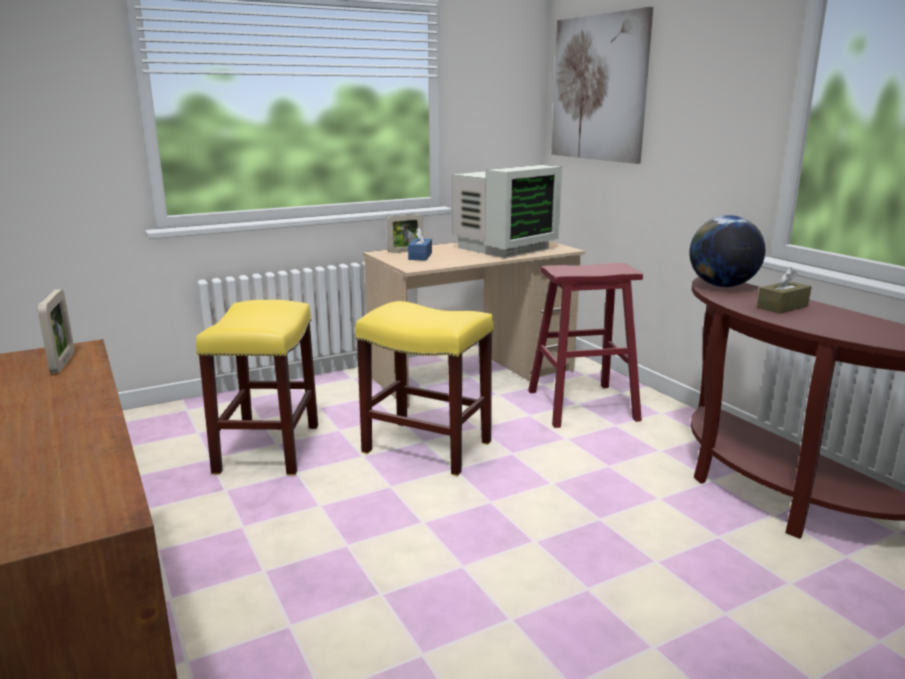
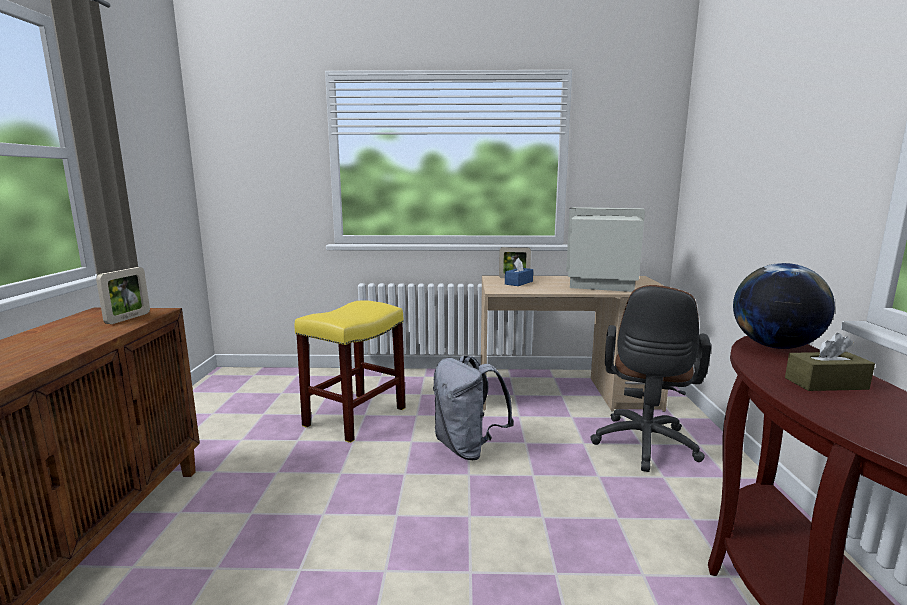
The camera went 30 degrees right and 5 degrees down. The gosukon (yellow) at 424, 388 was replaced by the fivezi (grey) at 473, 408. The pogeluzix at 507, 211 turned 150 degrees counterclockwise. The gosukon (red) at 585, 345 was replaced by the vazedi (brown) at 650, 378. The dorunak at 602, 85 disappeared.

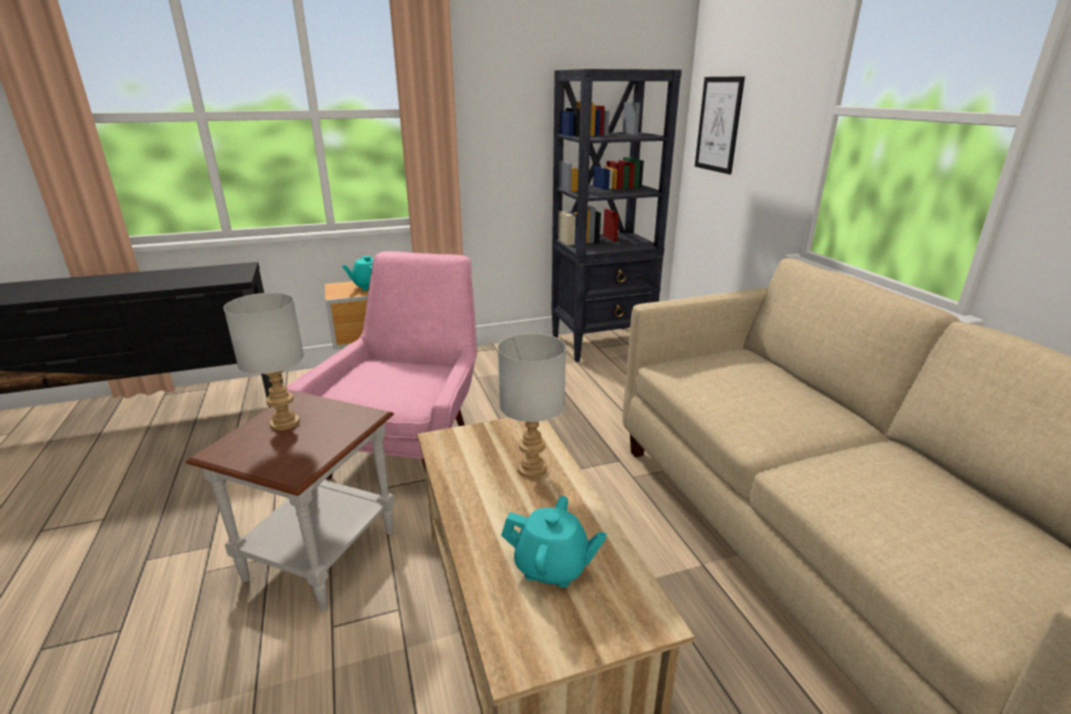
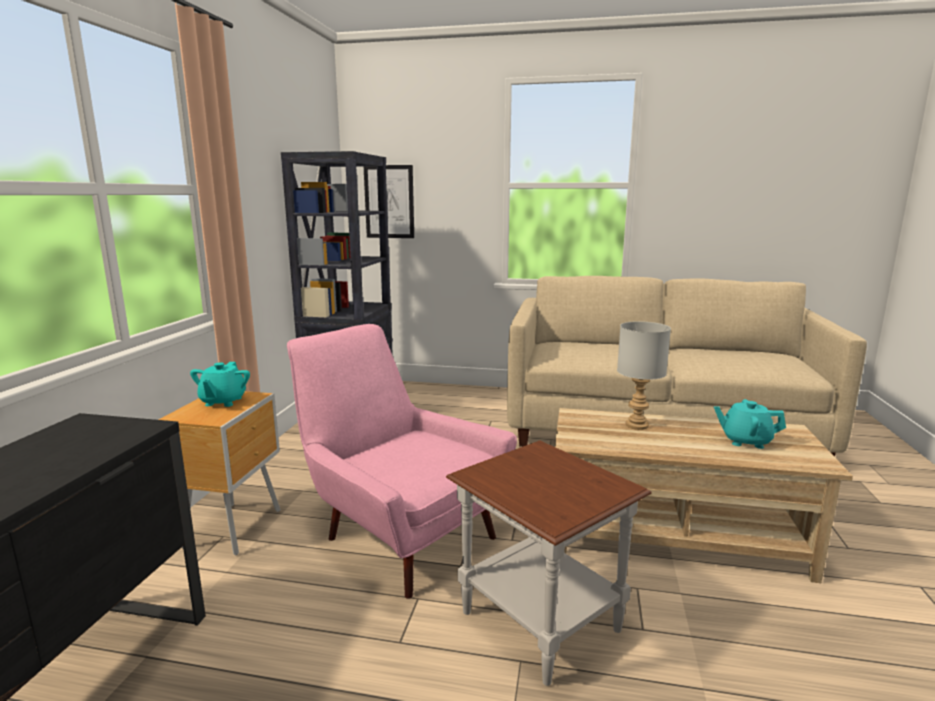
The camera went 60 degrees left and 10 degrees down. The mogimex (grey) at 264, 362 disappeared. The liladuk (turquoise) at 554, 542 turned 120 degrees counterclockwise.

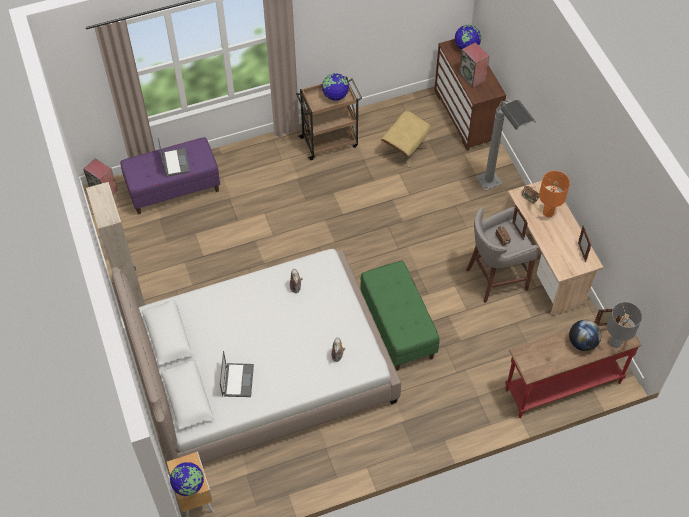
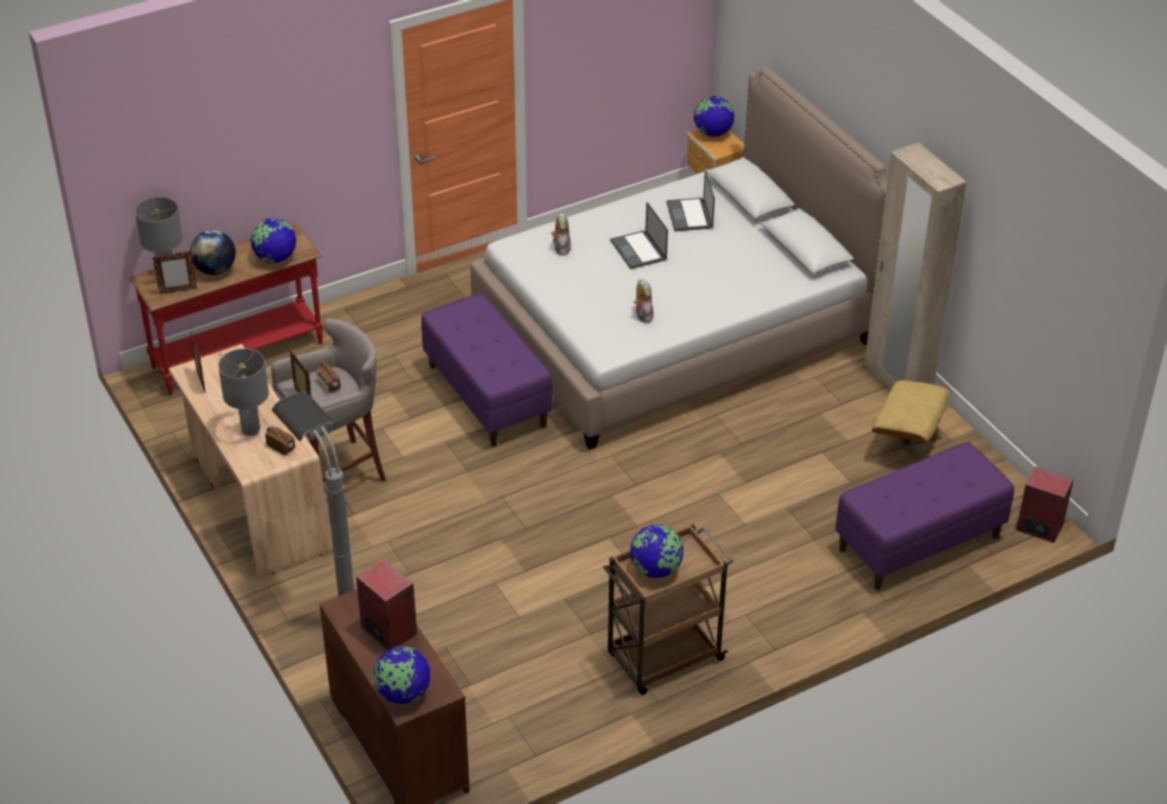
The camera went 170 degrees right and 15 degrees down. The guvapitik moved from 174, 157 to 639, 235. The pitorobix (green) at 400, 316 became the pitorobix (purple) at 487, 370. The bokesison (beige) moved from 406, 139 to 909, 421. The mogimex (orange) at 554, 194 became the mogimex (grey) at 243, 392. The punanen at 273, 240 appeared.

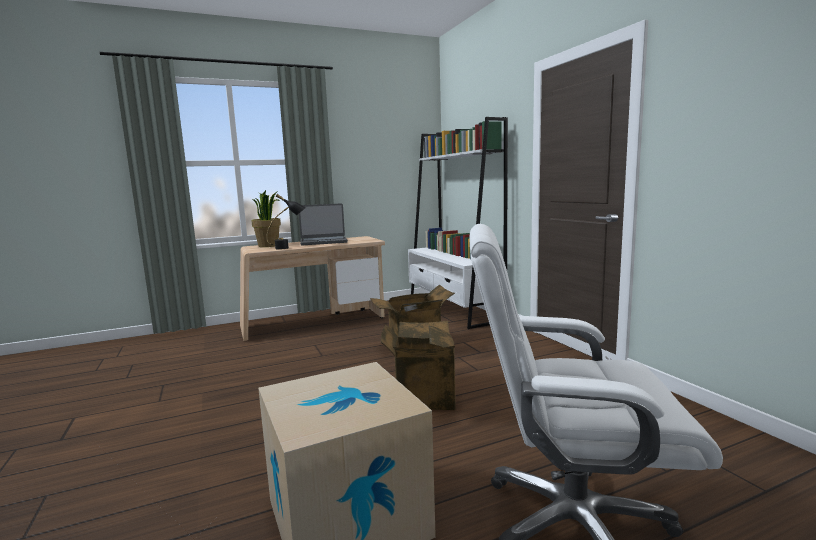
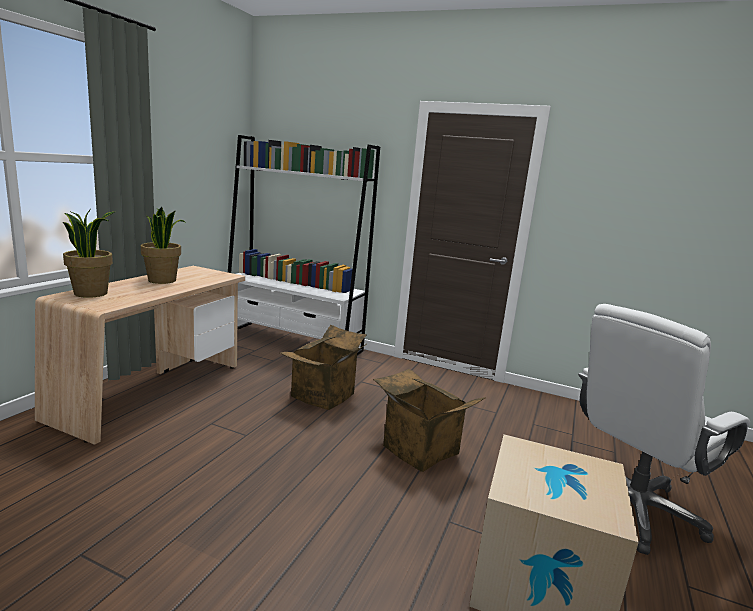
The camera went 45 degrees left and 5 degrees up. The mogimex (black) at 286, 222 disappeared. The guvapitik at 323, 224 was replaced by the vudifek at 163, 245.

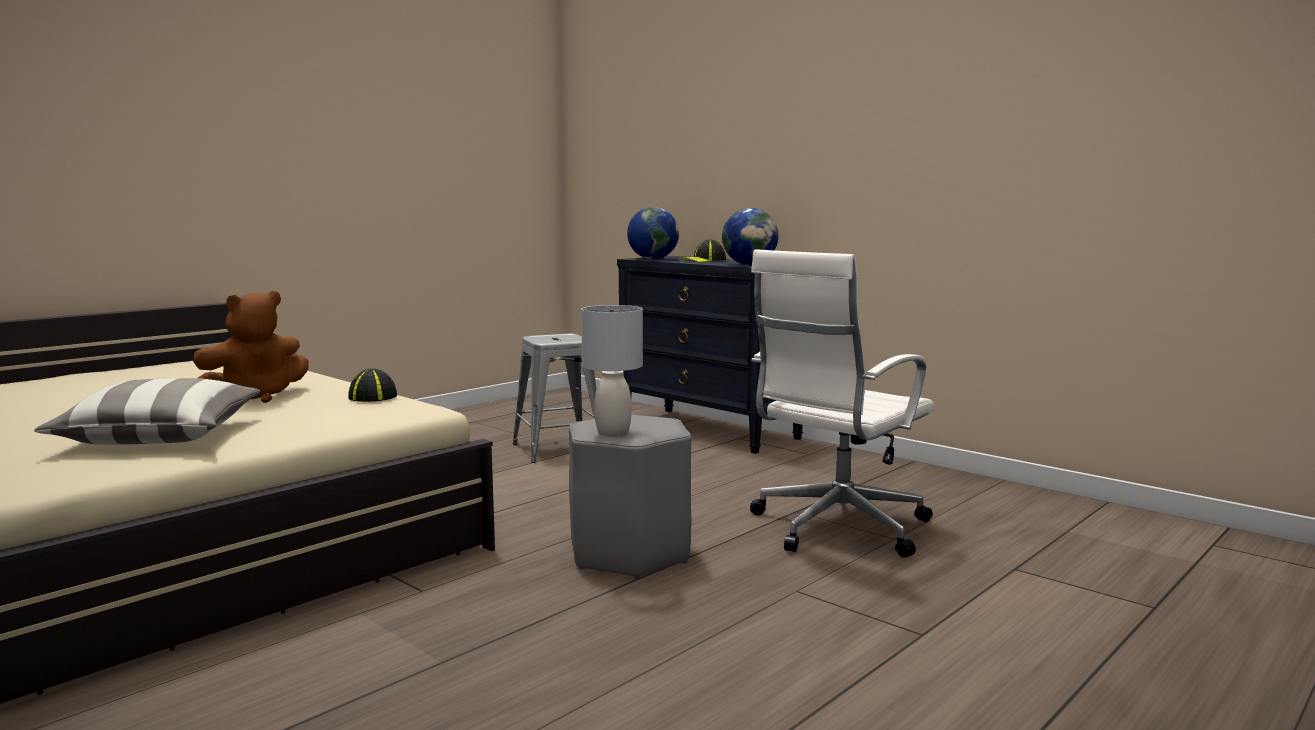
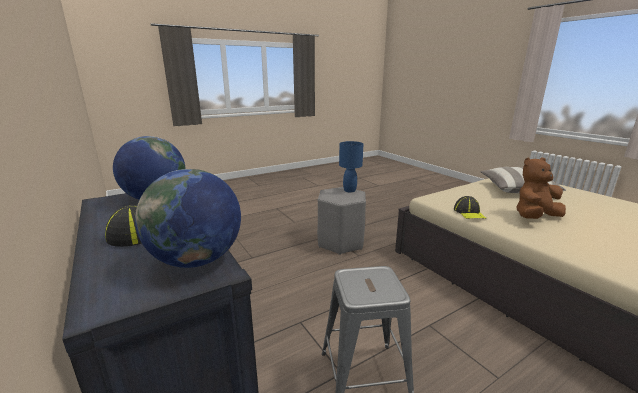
The camera went 165 degrees left and 10 degrees up. The mogimex (grey) at 612, 371 became the mogimex (blue) at 351, 166. The vazedi (white) at 842, 403 disappeared.

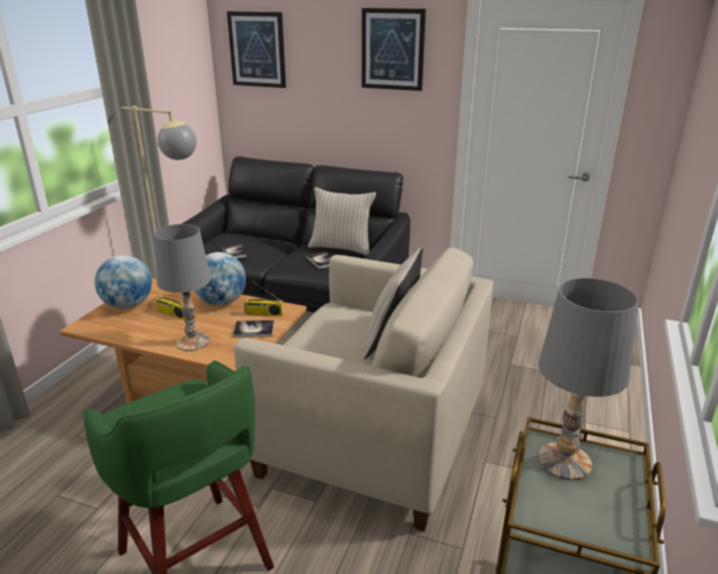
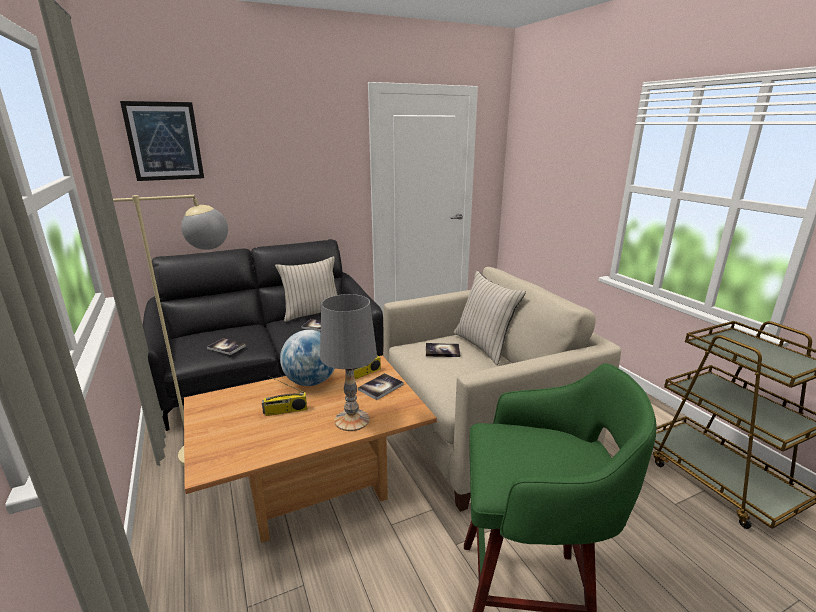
The camera went 45 degrees left and 5 degrees down. The punanen at 123, 282 disappeared. The dorunak at 394, 49 disappeared. The mogimex (grey) at 588, 379 disappeared. The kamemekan at 443, 350 appeared.

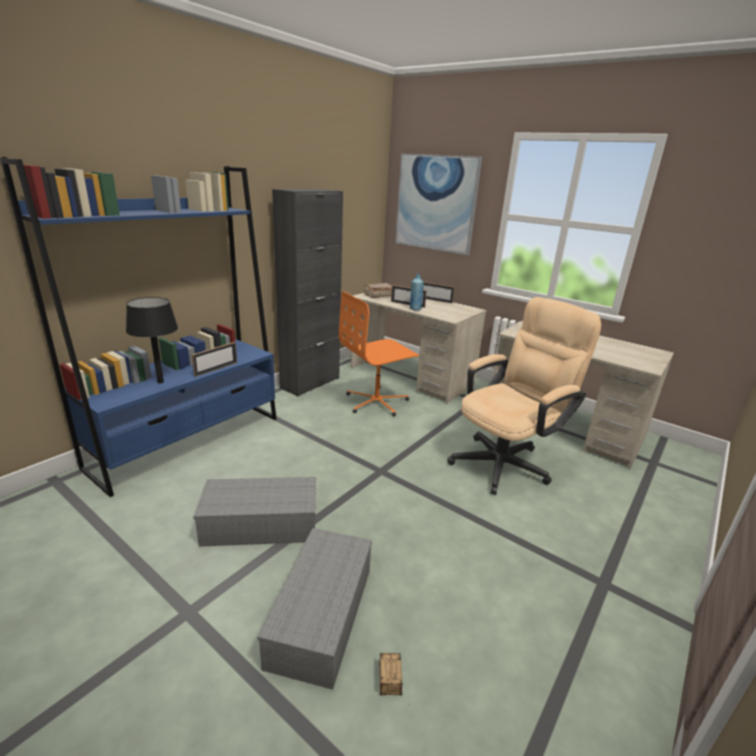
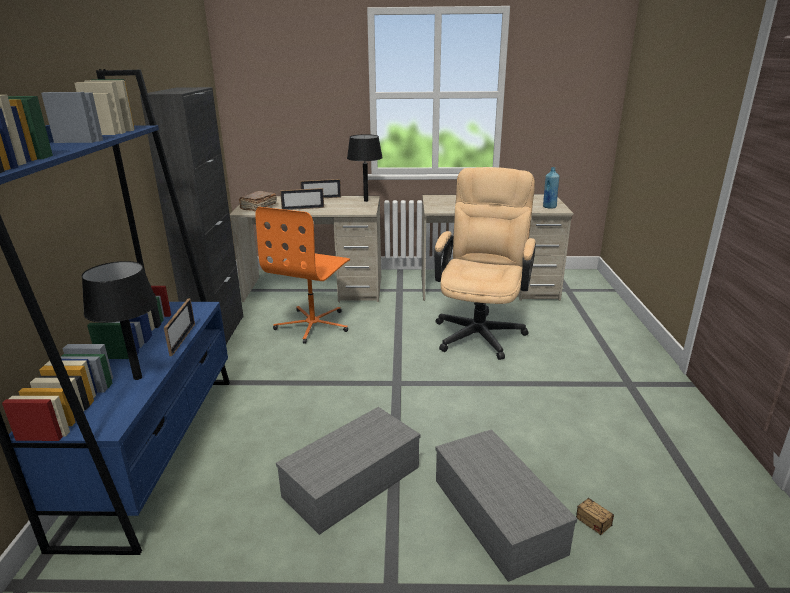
The camera went 35 degrees left and 0 degrees up. The dorunak at 438, 204 disappeared. The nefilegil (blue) moved from 417, 292 to 551, 188. The mogimex (black) at 365, 168 appeared.

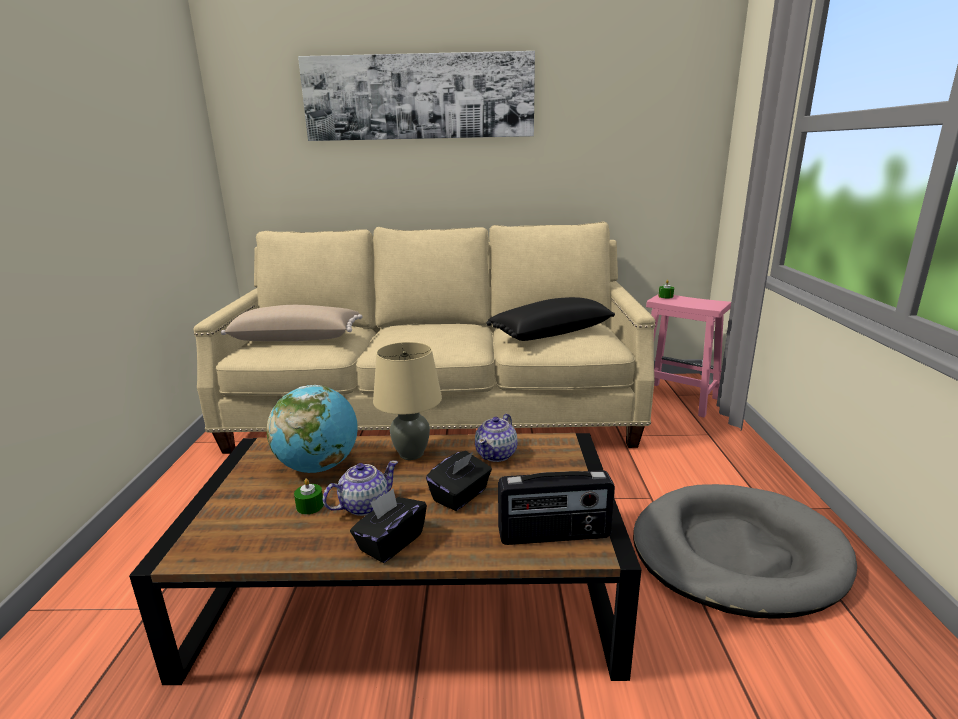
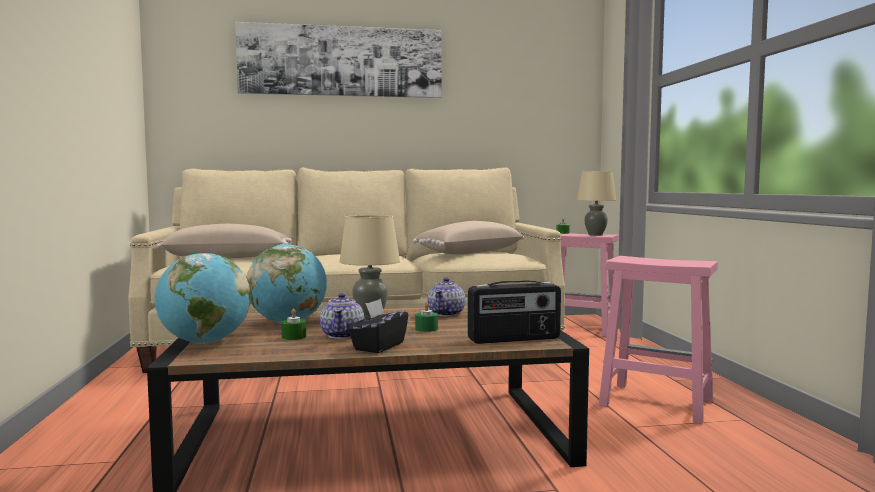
The camera went 10 degrees left and 15 degrees down. The liladuk at 360, 488 turned 135 degrees clockwise. The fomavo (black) at 459, 481 was replaced by the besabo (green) at 426, 317. The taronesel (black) at 550, 319 became the taronesel (beige) at 468, 237. The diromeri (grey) at 745, 551 was replaced by the gosukon (pink) at 658, 340. The punanen at 203, 298 appeared. The mogimex (beige) at 596, 203 appeared.

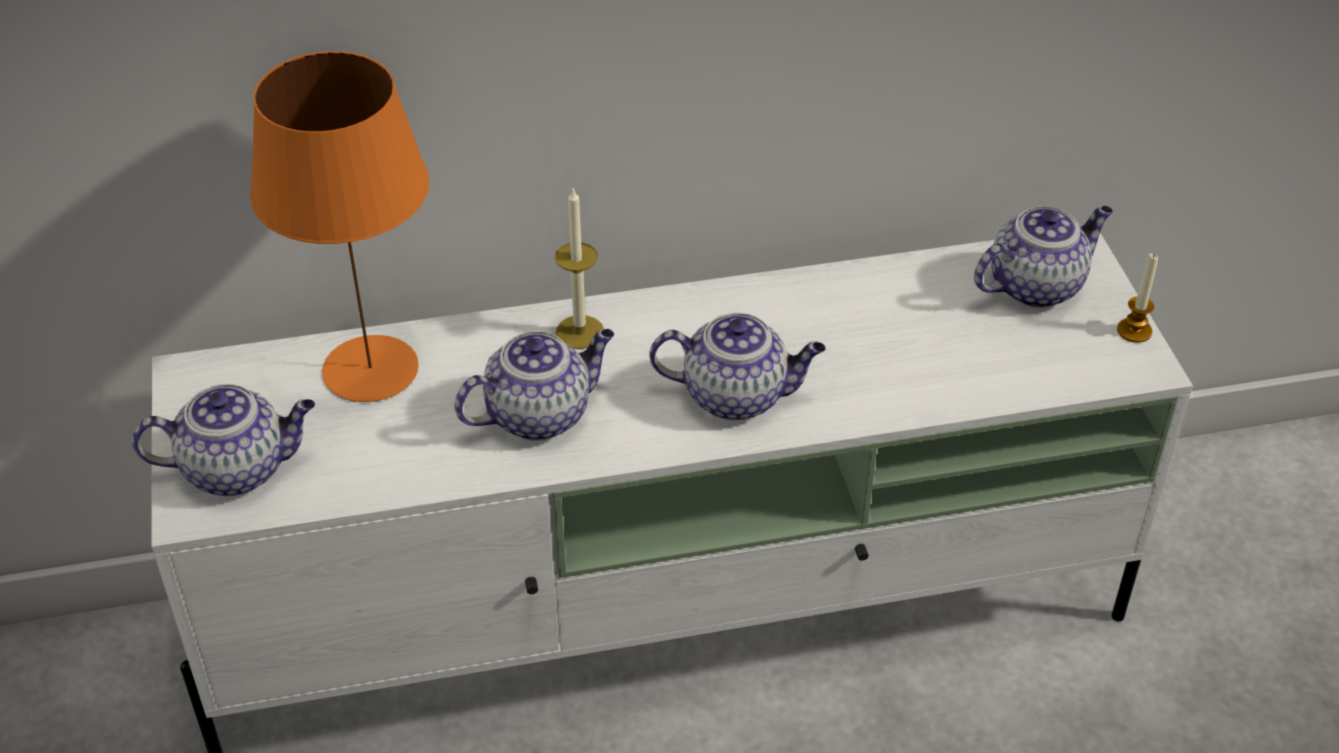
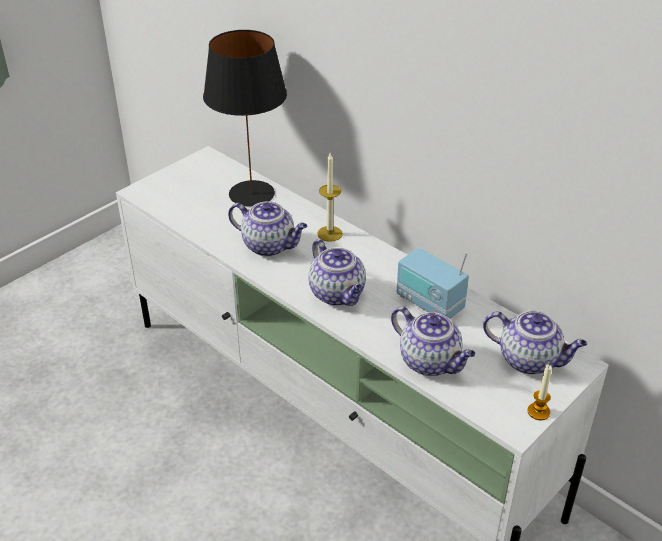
The camera went 55 degrees right and 5 degrees down. The liladuk moved from 223, 440 to 433, 341. The mogimex (orange) at 340, 226 became the mogimex (black) at 245, 118. The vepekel at 433, 283 appeared.

